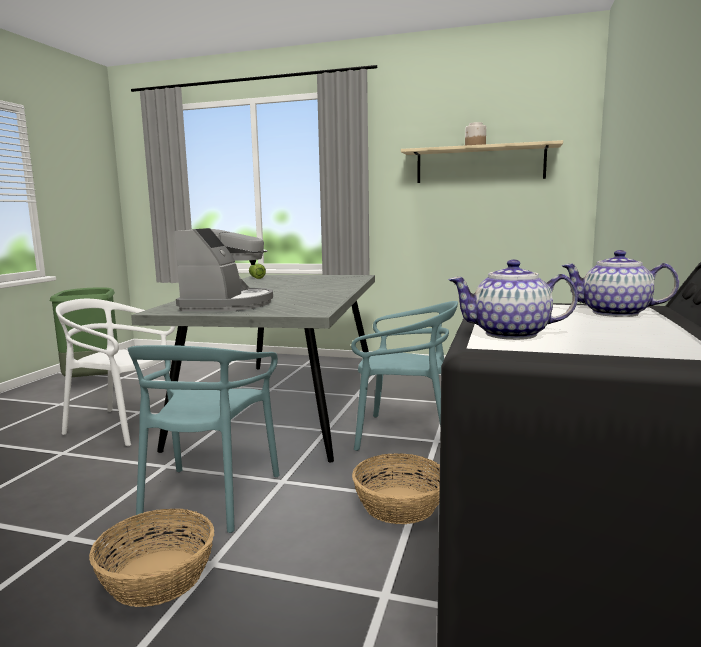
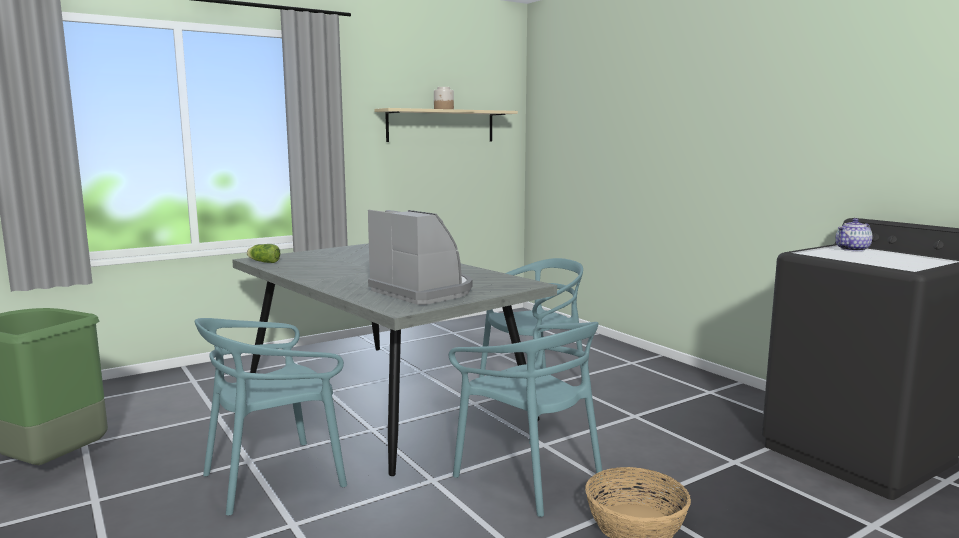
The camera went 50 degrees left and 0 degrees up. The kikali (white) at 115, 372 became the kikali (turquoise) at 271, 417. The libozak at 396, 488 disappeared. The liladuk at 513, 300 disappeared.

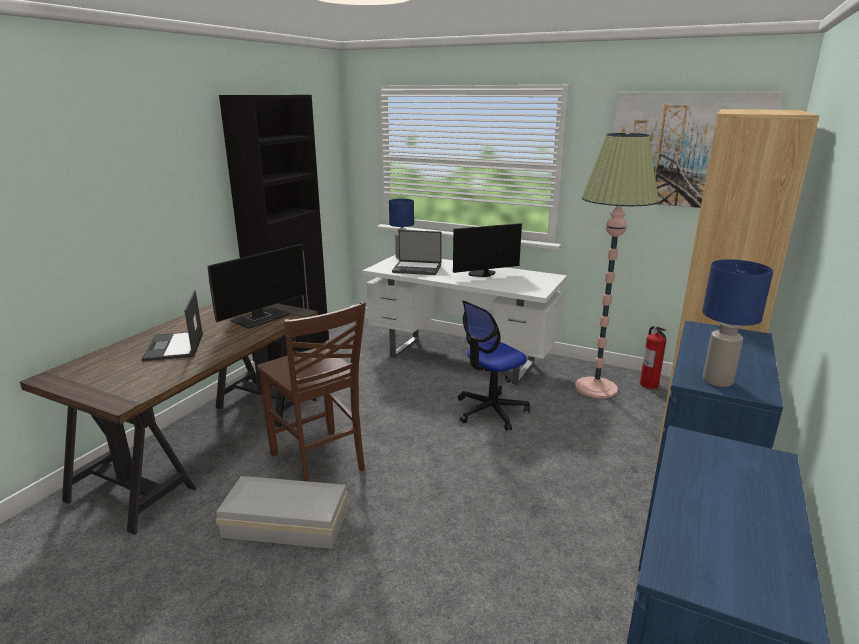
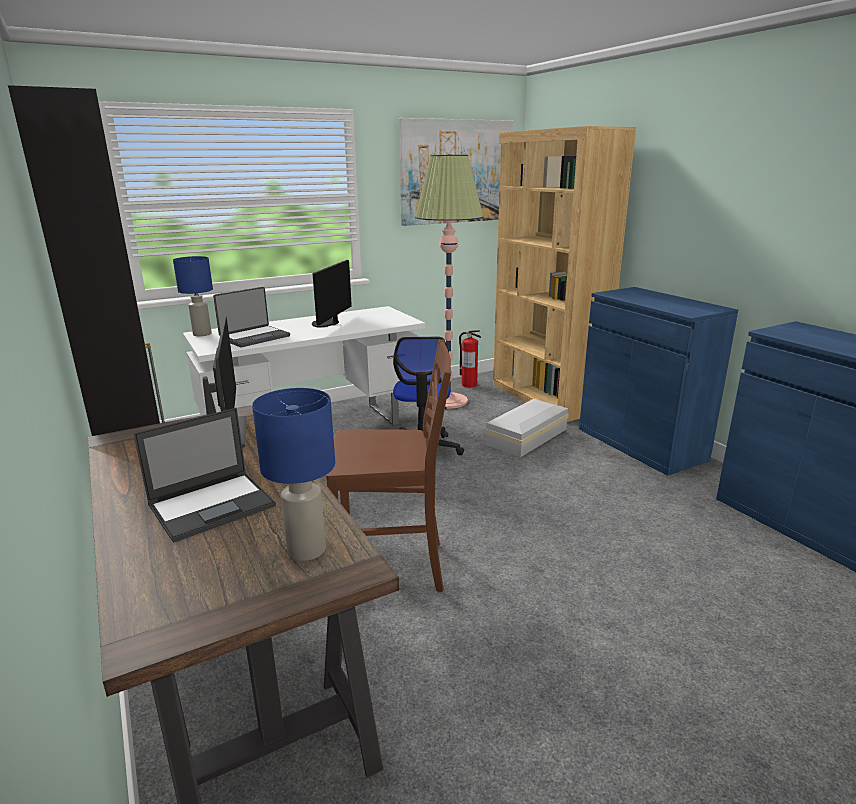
The camera went 55 degrees left and 0 degrees up. The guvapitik at 172, 325 turned 60 degrees counterclockwise. The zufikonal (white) moved from 282, 512 to 527, 428. The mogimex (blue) moved from 737, 323 to 293, 474.

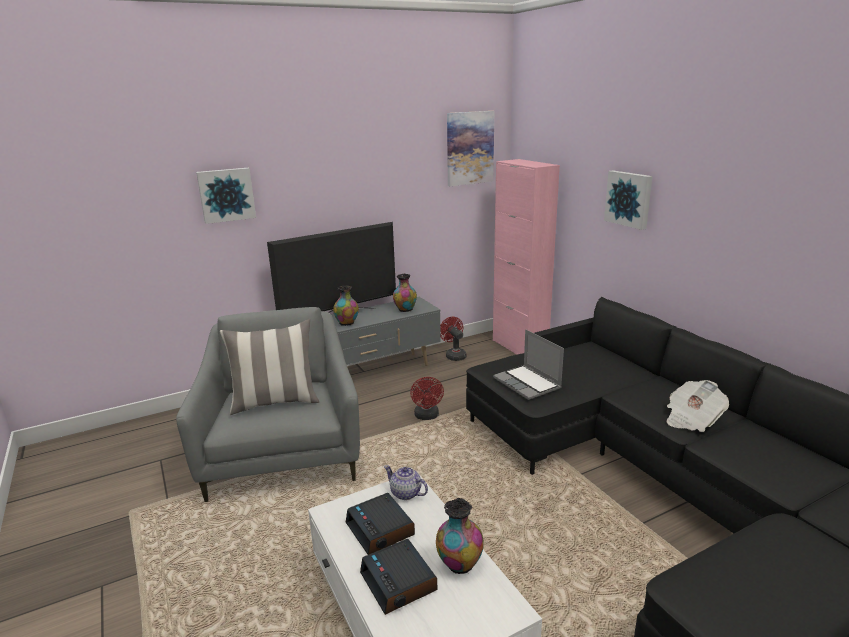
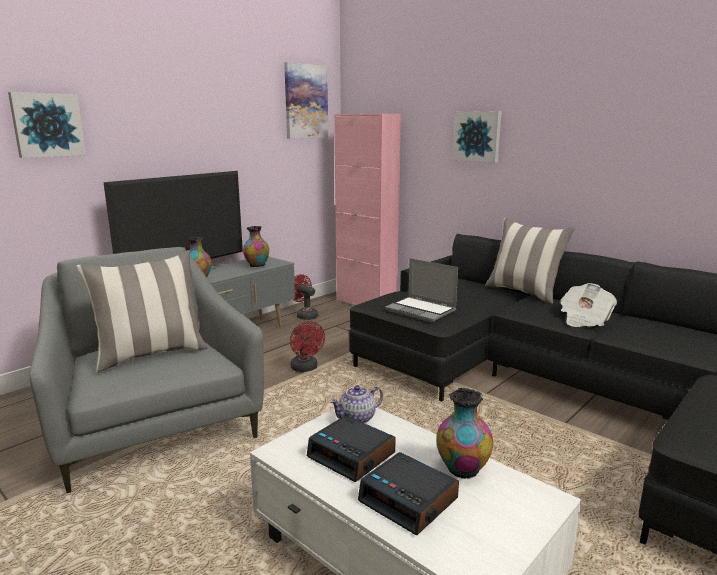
The camera went 20 degrees left and 5 degrees down. The liladuk at 406, 482 turned 45 degrees counterclockwise. The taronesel at 530, 261 appeared.

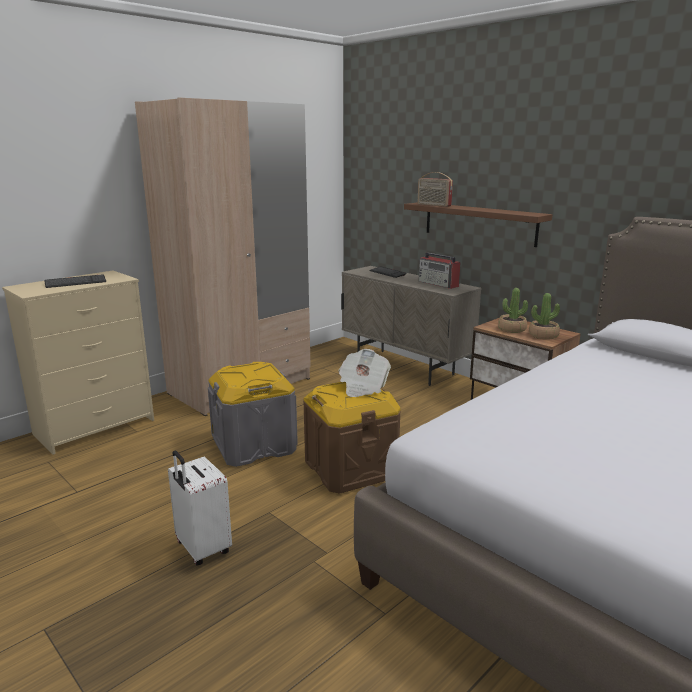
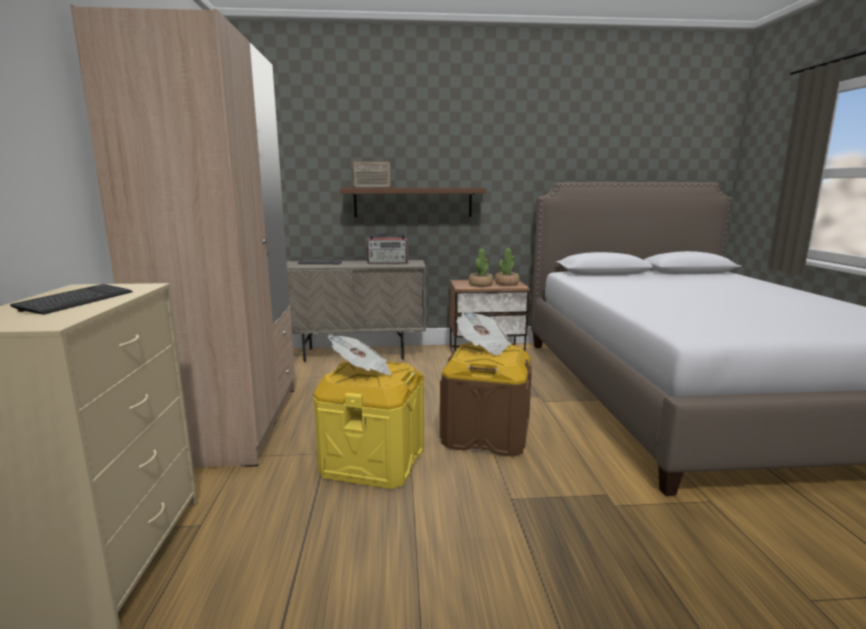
The camera went 50 degrees left and 5 degrees down. The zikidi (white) at 200, 508 disappeared. The zufikonal (grey) at 253, 414 became the zufikonal (yellow) at 368, 425. The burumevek at 360, 355 appeared.

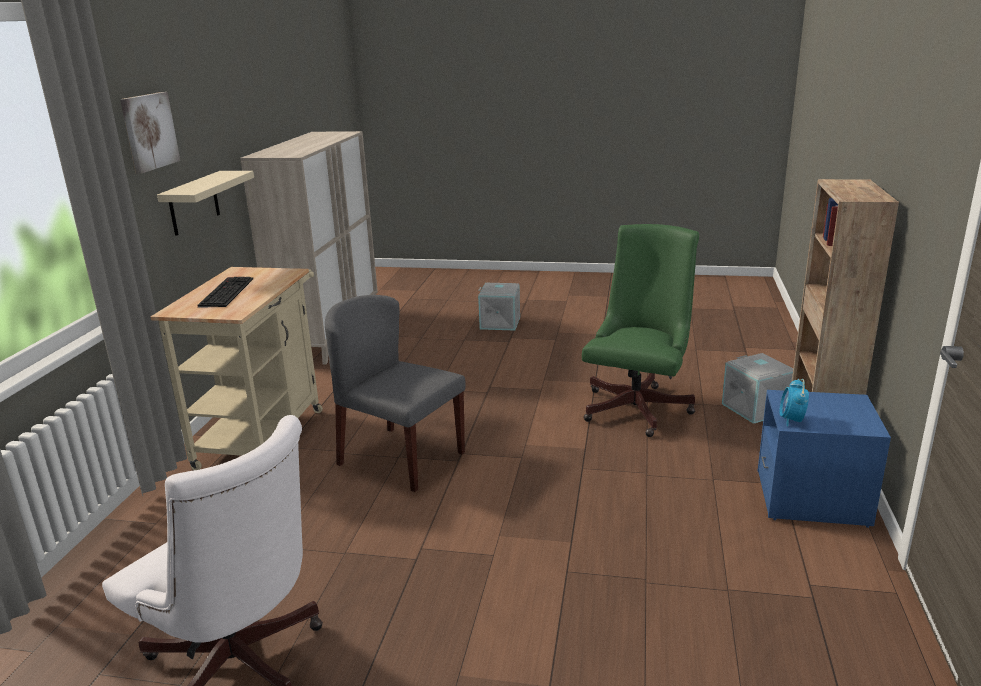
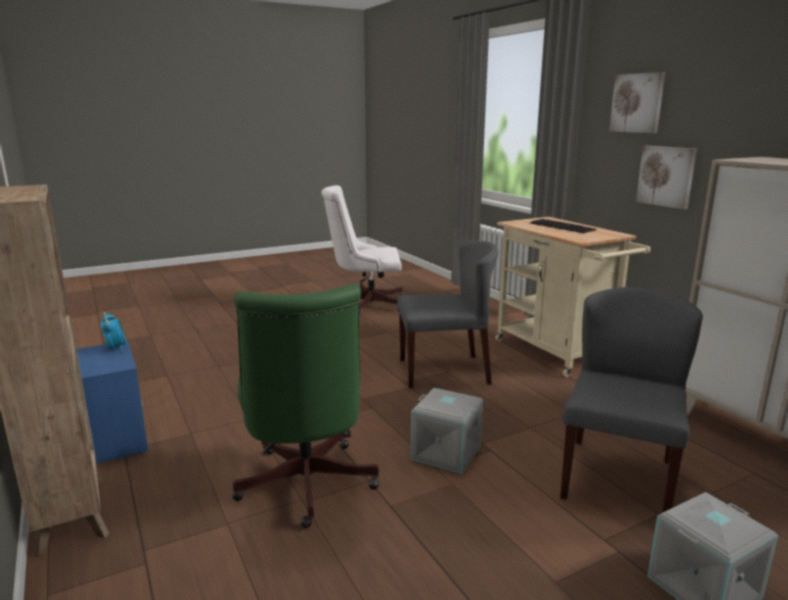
The camera went 140 degrees right and 5 degrees down. The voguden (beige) at 205, 203 was replaced by the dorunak at 666, 178. The zufikonal (grey) moved from 757, 388 to 447, 431. The kikali (grey) at 631, 400 appeared.

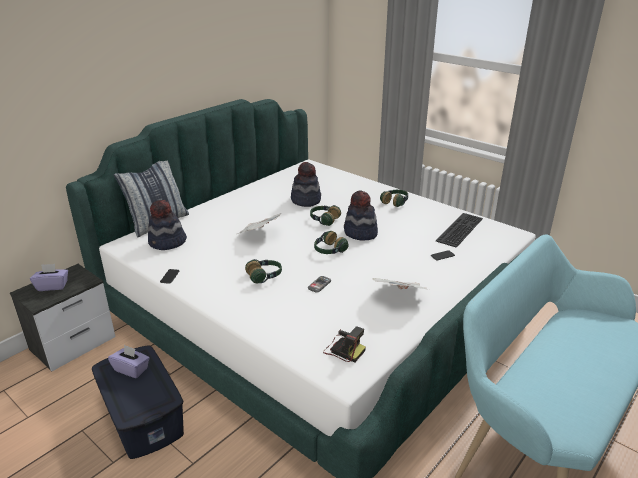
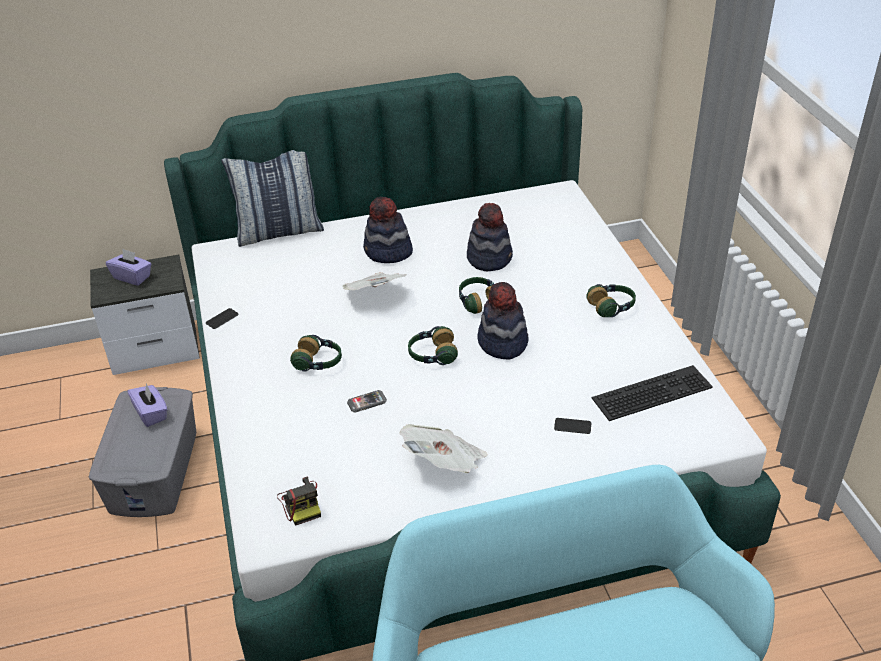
The camera went 35 degrees right and 10 degrees up. The zufikonal (blue) at 138, 402 became the zufikonal (grey) at 142, 452. The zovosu moved from 167, 225 to 388, 230.

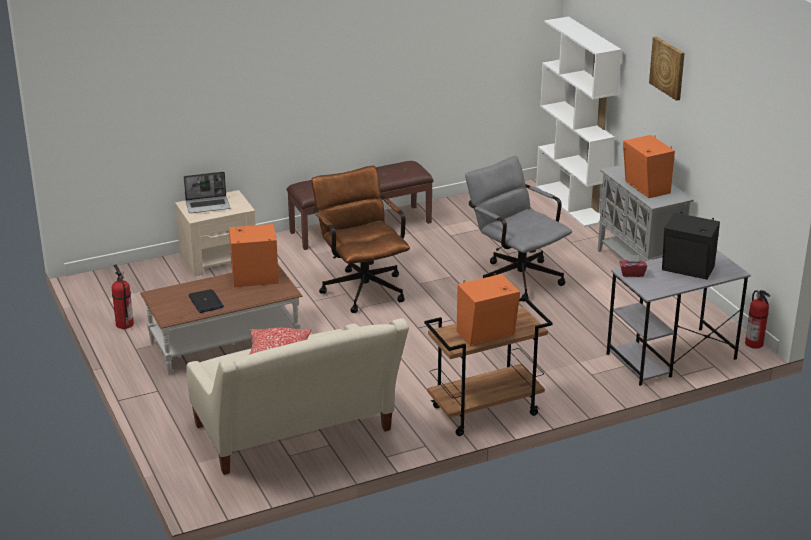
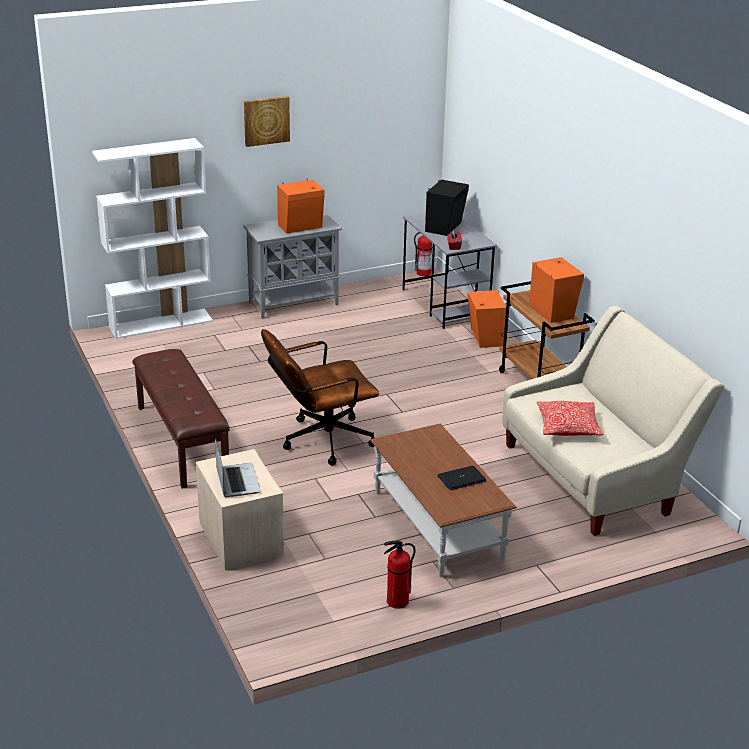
The camera went 90 degrees left and 0 degrees up. The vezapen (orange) moved from 254, 255 to 486, 319. The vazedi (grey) at 518, 229 disappeared.

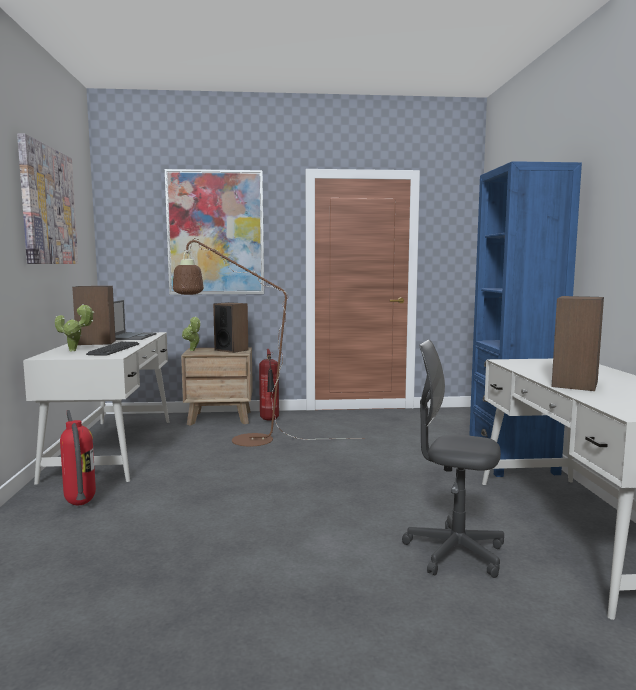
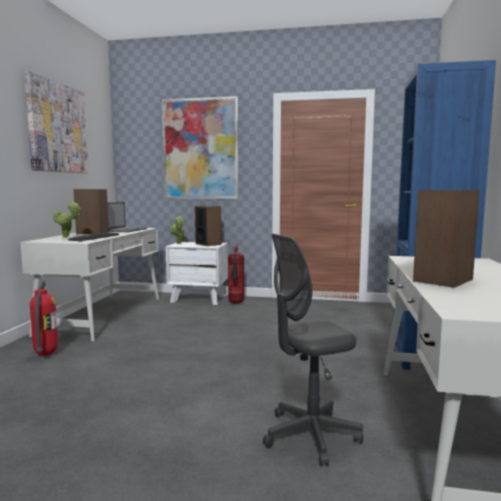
The camera went 15 degrees right and 0 degrees up. The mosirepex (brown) at 269, 342 disappeared. The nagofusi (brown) at 217, 386 became the nagofusi (white) at 197, 273. The vazedi (grey) at 453, 459 turned 60 degrees counterclockwise.

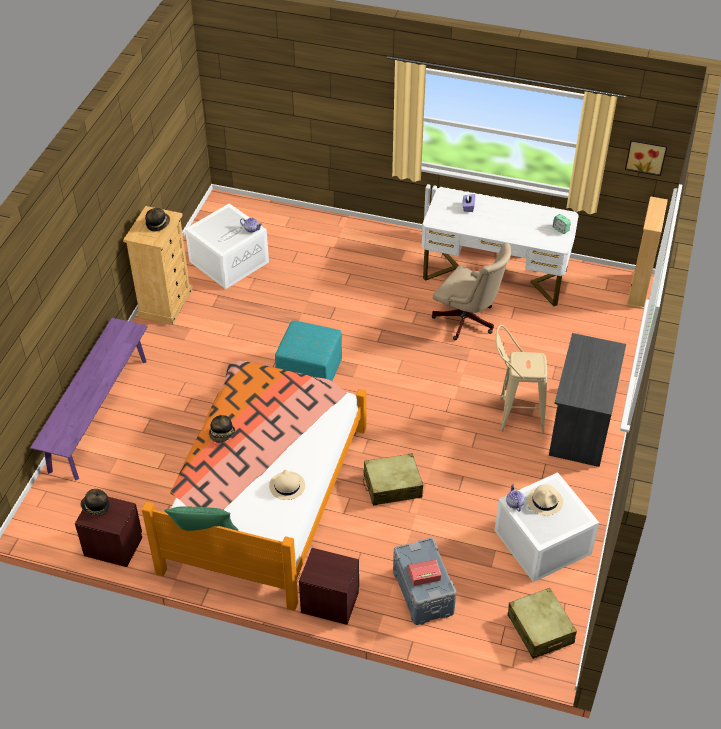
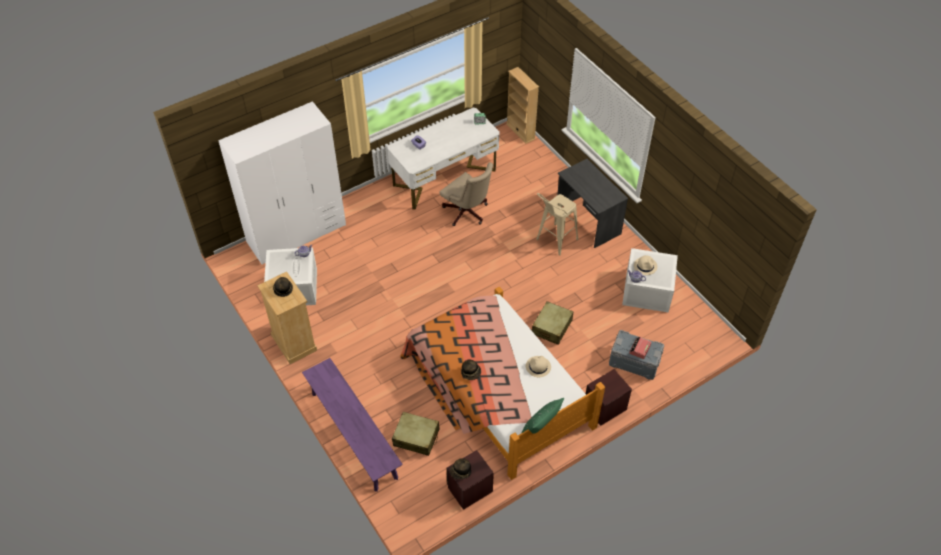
The camera went 50 degrees left and 5 degrees up. The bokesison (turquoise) at 308, 351 disappeared. The vazedi (beige) at 471, 291 turned 60 degrees clockwise. The zikidi (beige) moved from 542, 623 to 416, 434. The dorunak at 646, 157 disappeared. The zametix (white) at 282, 183 appeared.

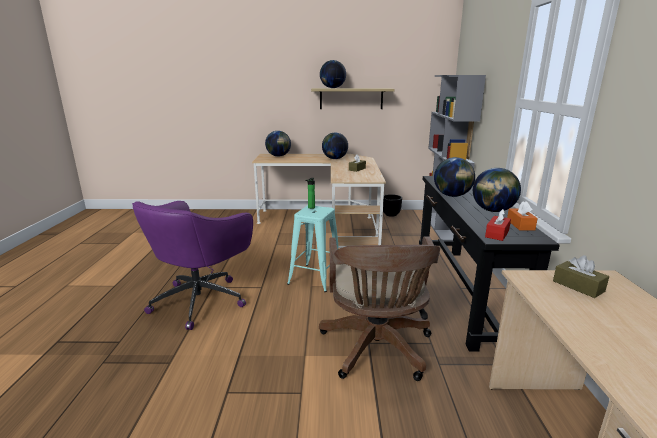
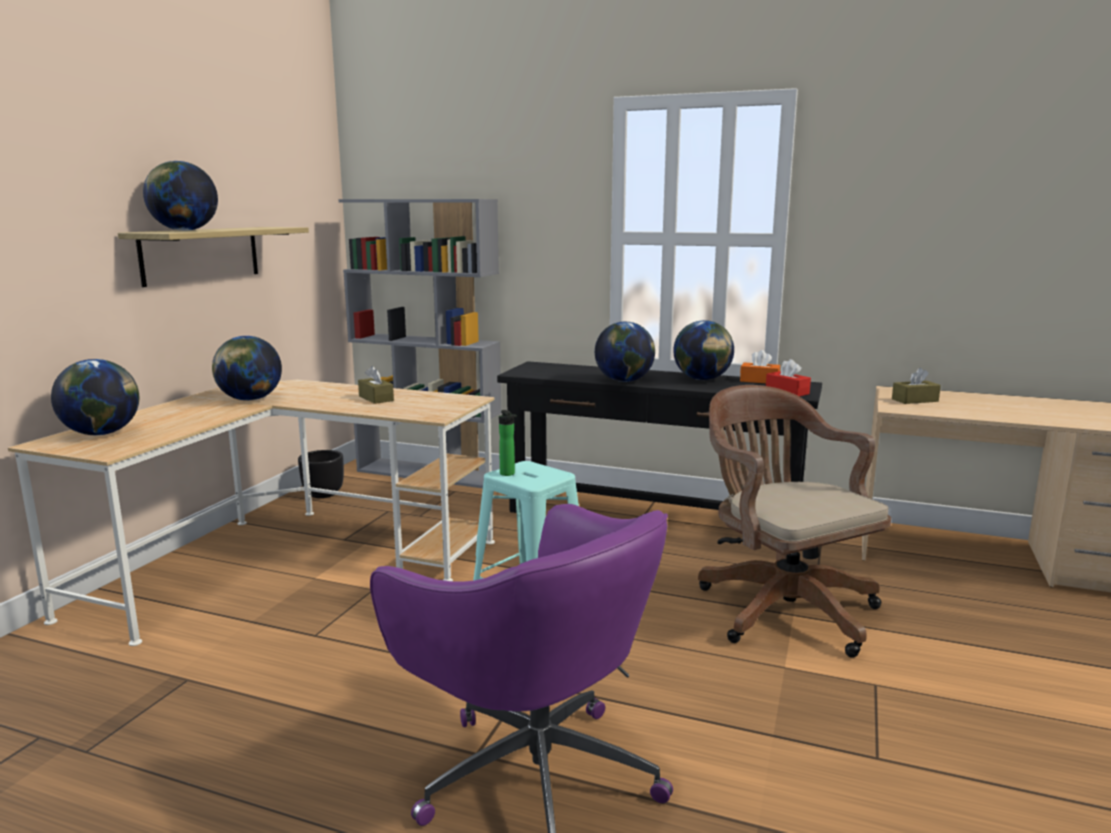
The camera went 70 degrees left and 5 degrees down. The vazedi (brown) at 379, 309 turned 135 degrees counterclockwise.

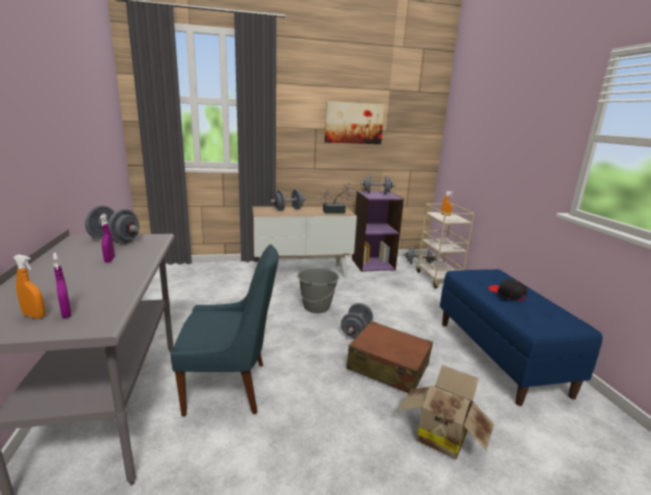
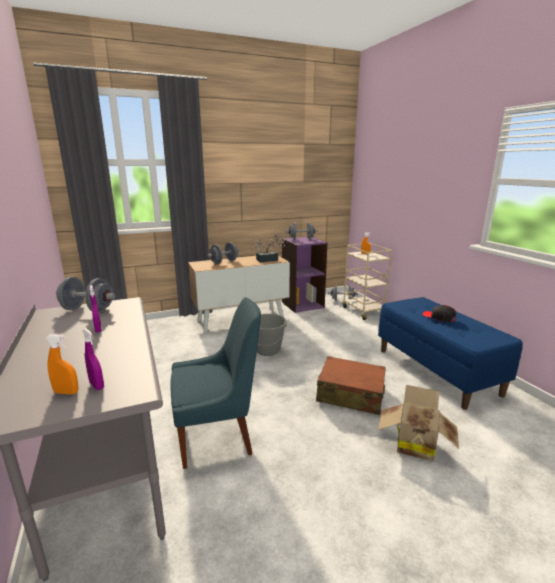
The camera went 10 degrees left and 0 degrees up. The dorunak at 354, 122 disappeared. The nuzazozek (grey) at 357, 320 disappeared.

